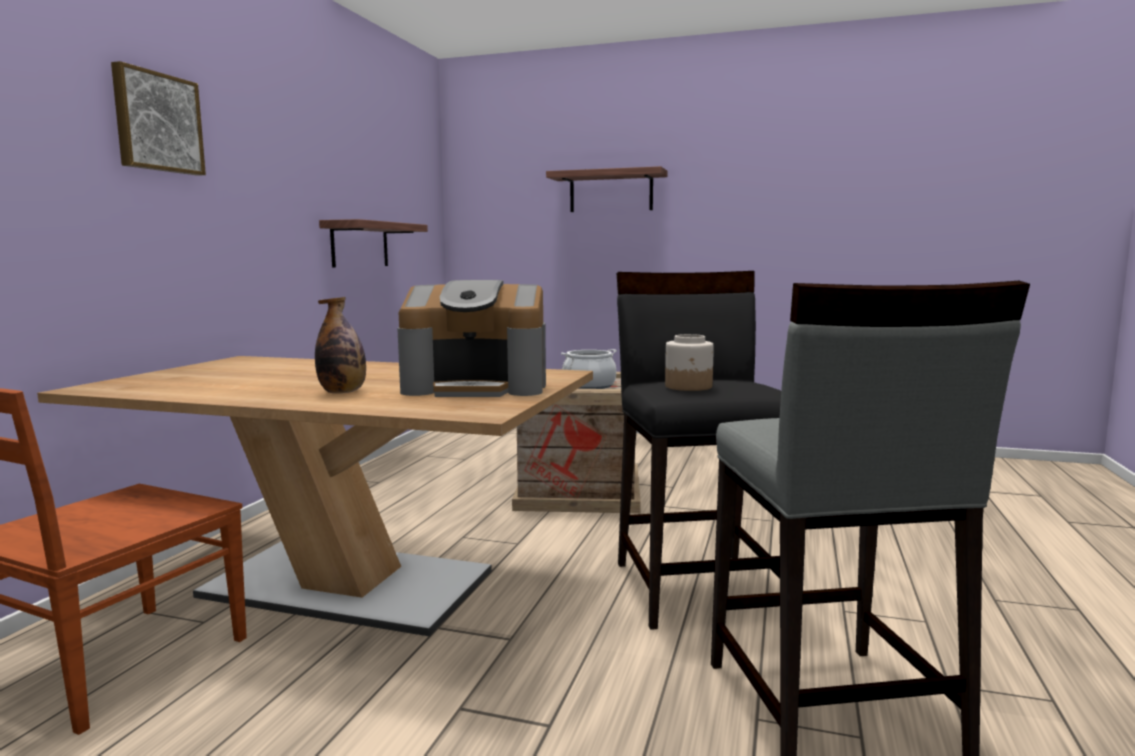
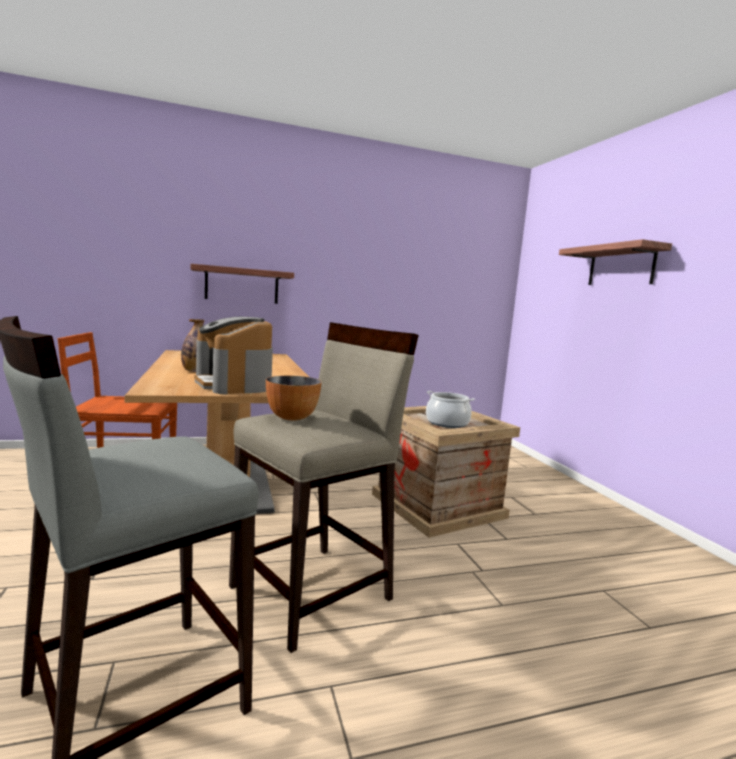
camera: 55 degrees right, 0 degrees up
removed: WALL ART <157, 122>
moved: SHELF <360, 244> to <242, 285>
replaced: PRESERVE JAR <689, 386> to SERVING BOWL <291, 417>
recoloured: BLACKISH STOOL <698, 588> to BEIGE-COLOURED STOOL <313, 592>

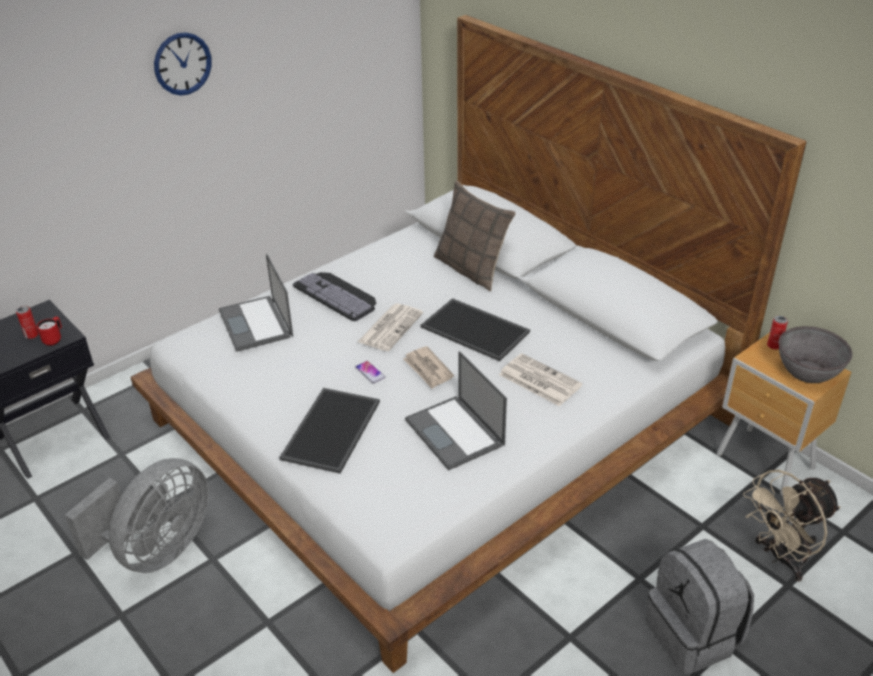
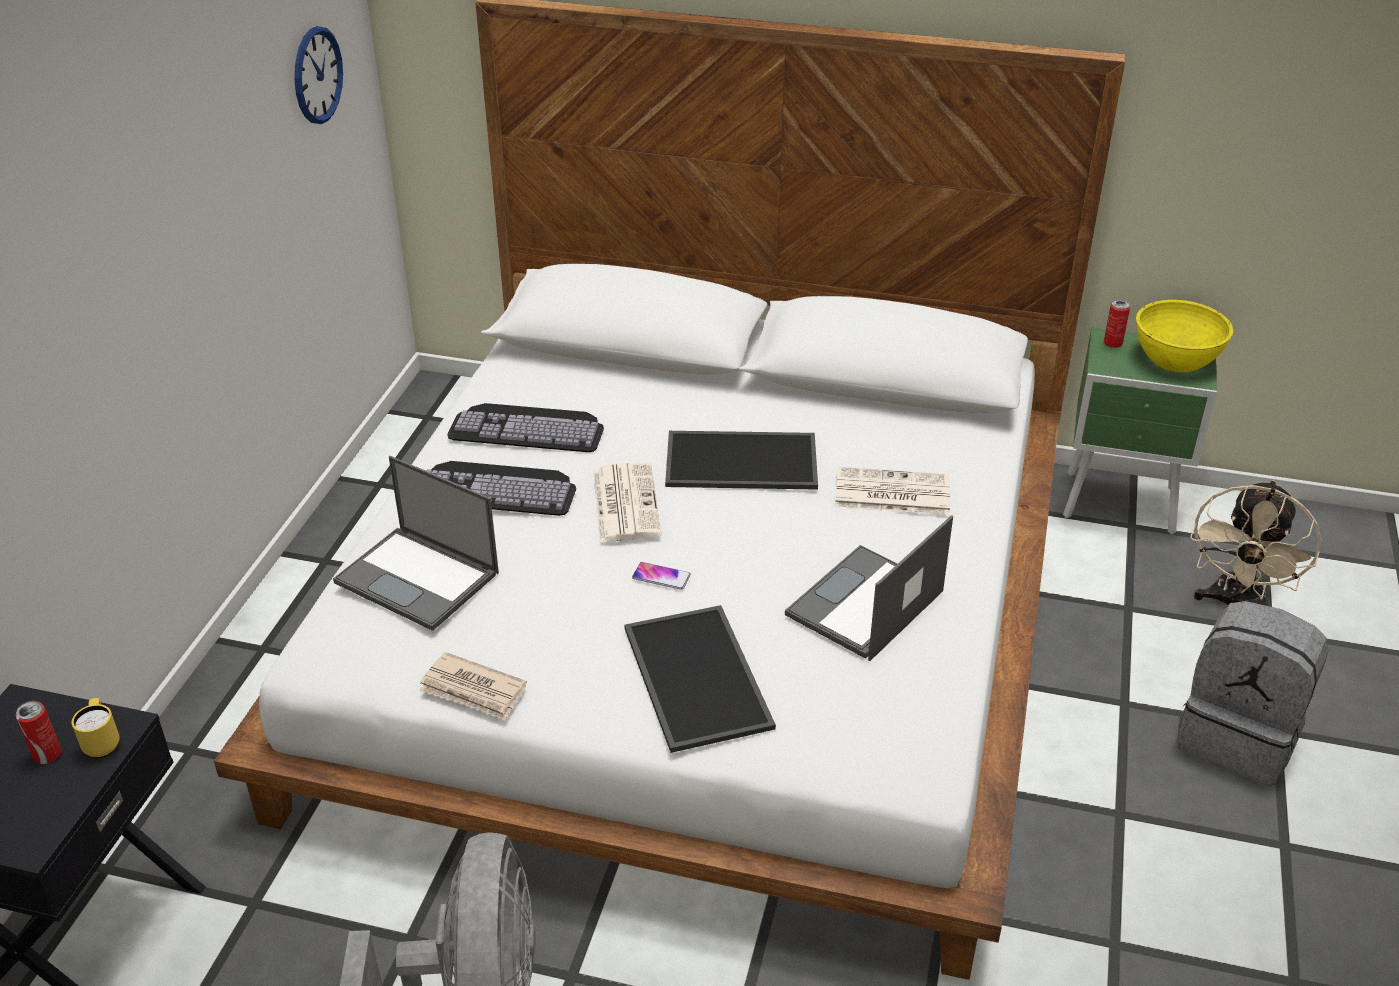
camera: 35 degrees left, 0 degrees up
removed: CUSHION <471, 269>
added: COMPUTER KEYBOARD <529, 427>
moved: WALL CLOCK <182, 63> to <317, 75>; DAILY PAPER <428, 369> to <473, 690>
recoloured: RED MUG <54, 339> to YELLOW MUG <102, 743>; BROWN BEDSIDE TABLE <766, 463> to GREENISH BEDSIDE TABLE <1122, 505>; GREYISH SERVING BOWL <808, 371> to YELLOW SERVING BOWL <1176, 359>
turned: NOTEBOOK COMPUTER <455, 433> = <864, 604> 105 degrees clockwise

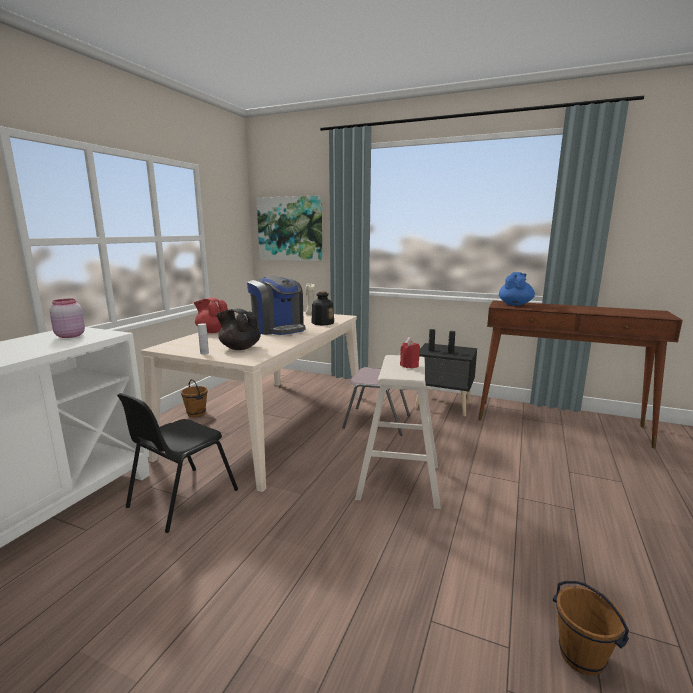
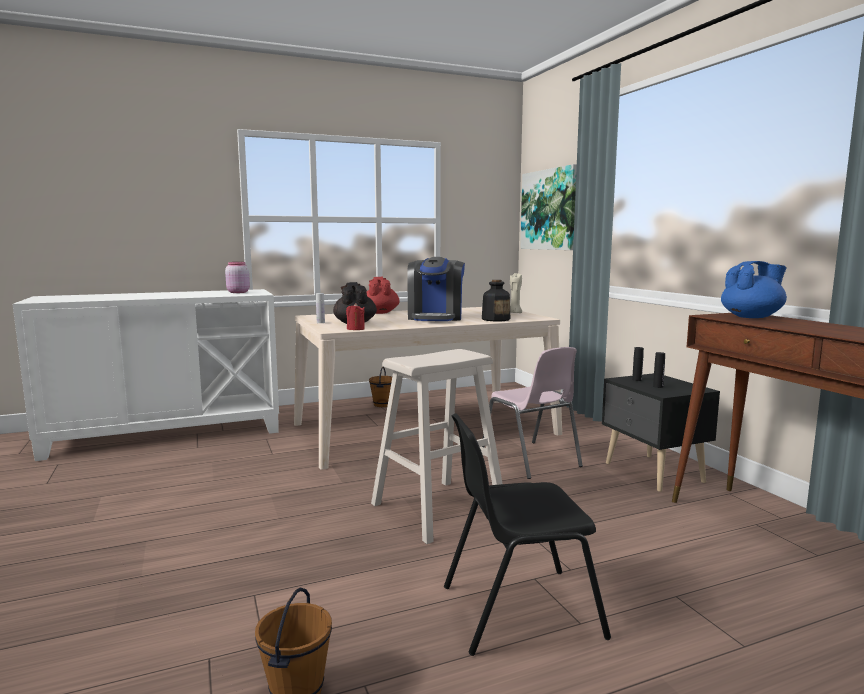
camera: 45 degrees right, 5 degrees down
moved: BLACKISH CHAIR <181, 498> to <518, 610>; RED CANDLE <409, 365> to <355, 329>

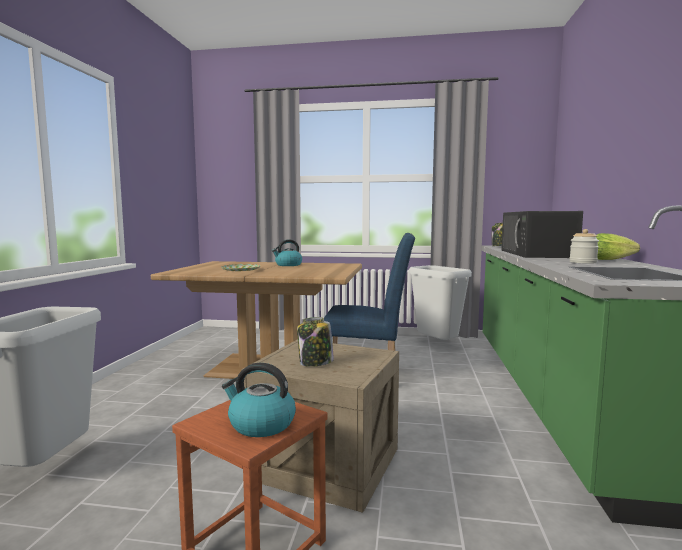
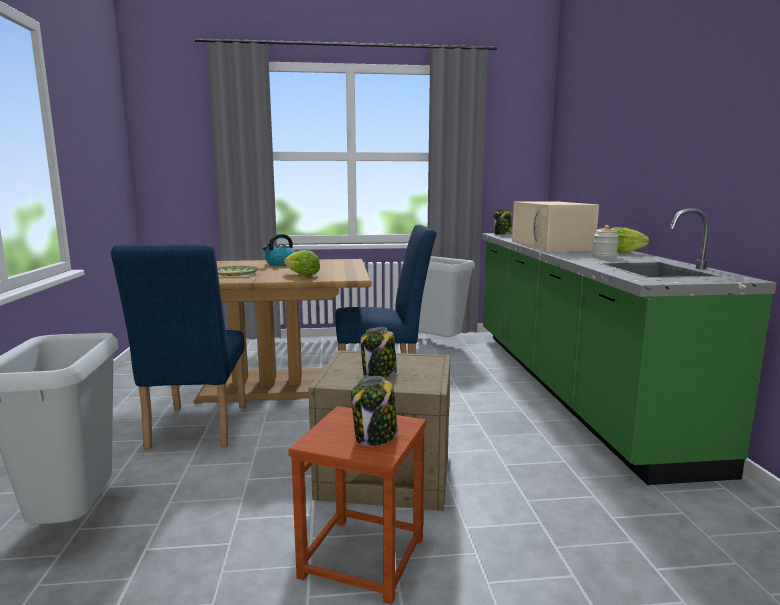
camera: 15 degrees left, 5 degrees up
added: BLUE CHAIR <195, 430>; LETTUCE HEAD <302, 275>
replaced: TEA KETTLE <261, 424> to PRESERVE JAR <375, 437>
recoloured: BLACKISH MICROWAVE <537, 254> to BEIGE-COLOURED MICROWAVE <551, 245>

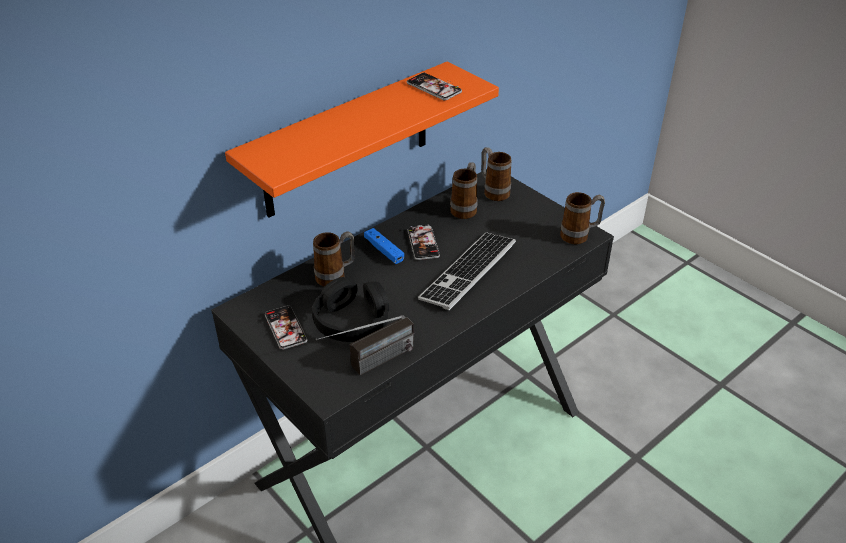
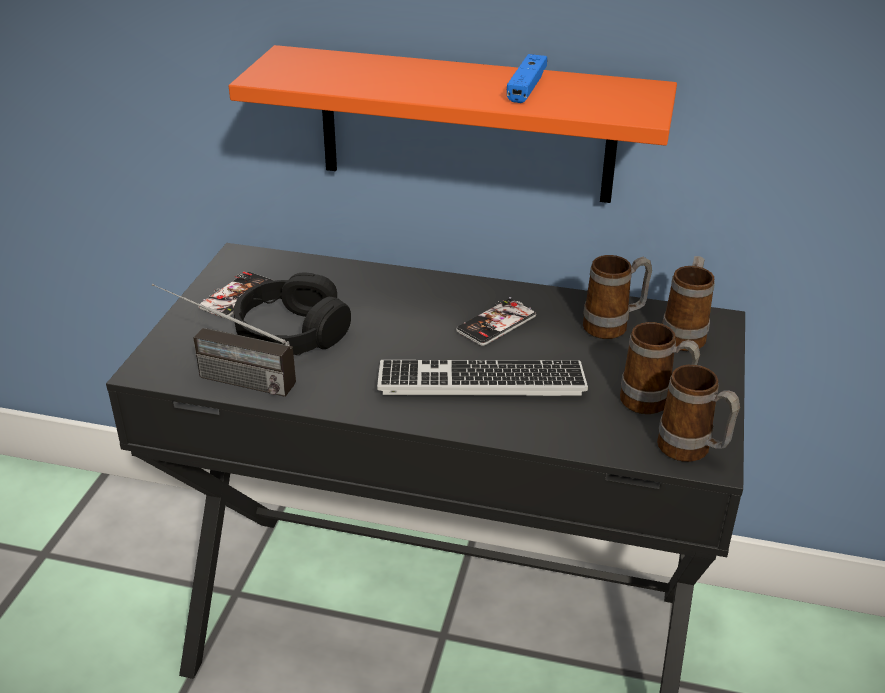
camera: 55 degrees right, 5 degrees down
removed: HANDSET <434, 87>
moved: MUG <336, 276> to <654, 404>; BLUE GAME CONTROLLER <384, 250> to <526, 87>

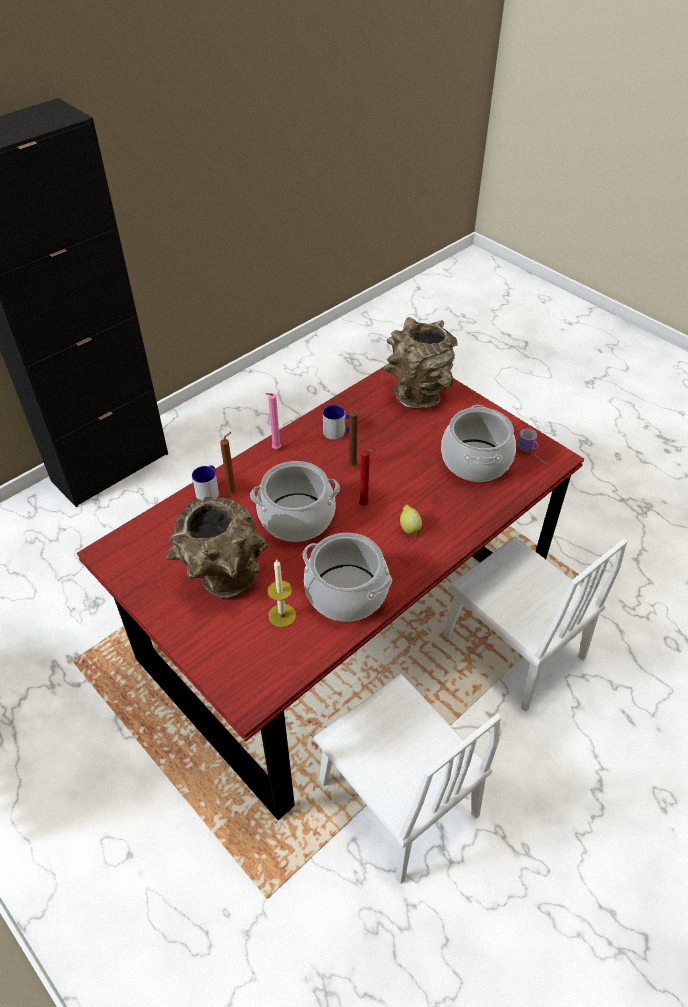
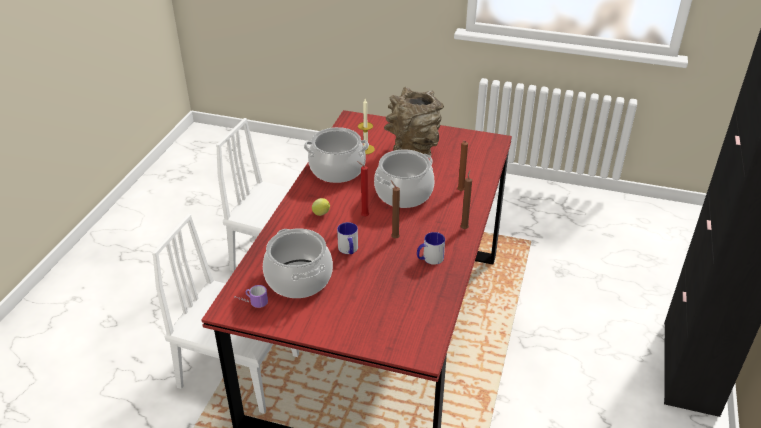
camera: 150 degrees right, 10 degrees down
removed: BROWN DECORATIVE VASE <417, 393>
moved: MUG <209, 490> to <349, 250>
recoloured: PINK CANDLE <275, 449> to BROWN CANDLE <464, 228>

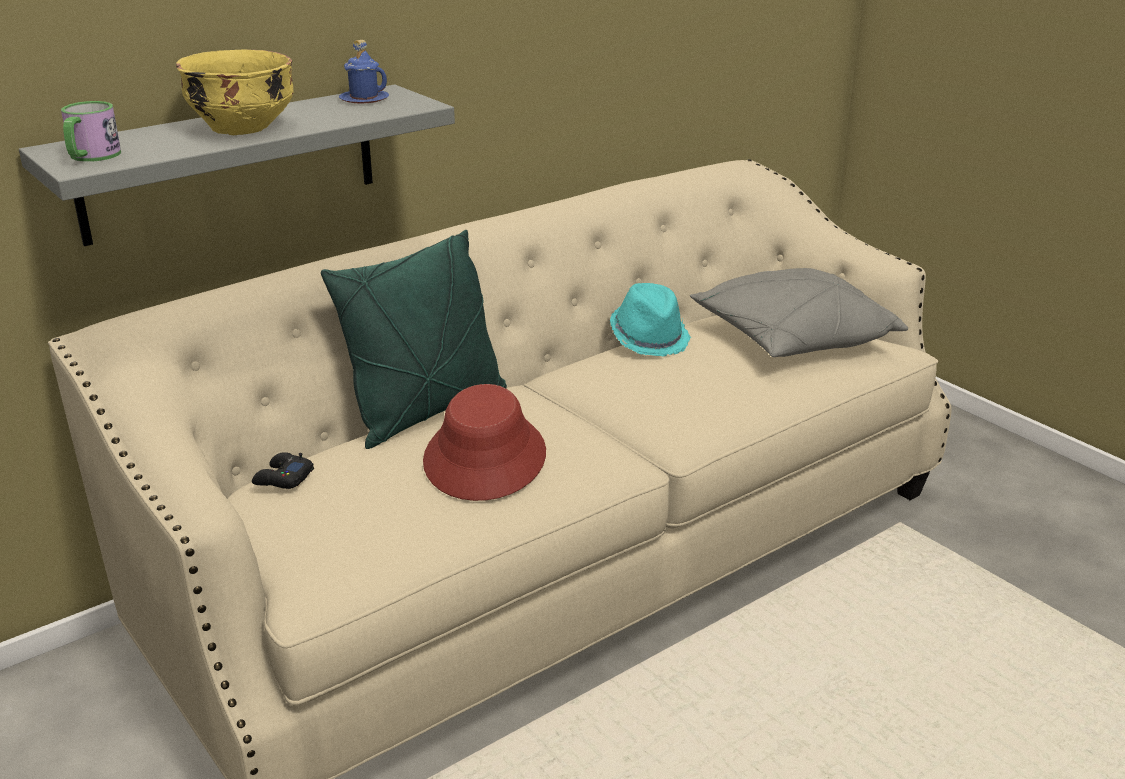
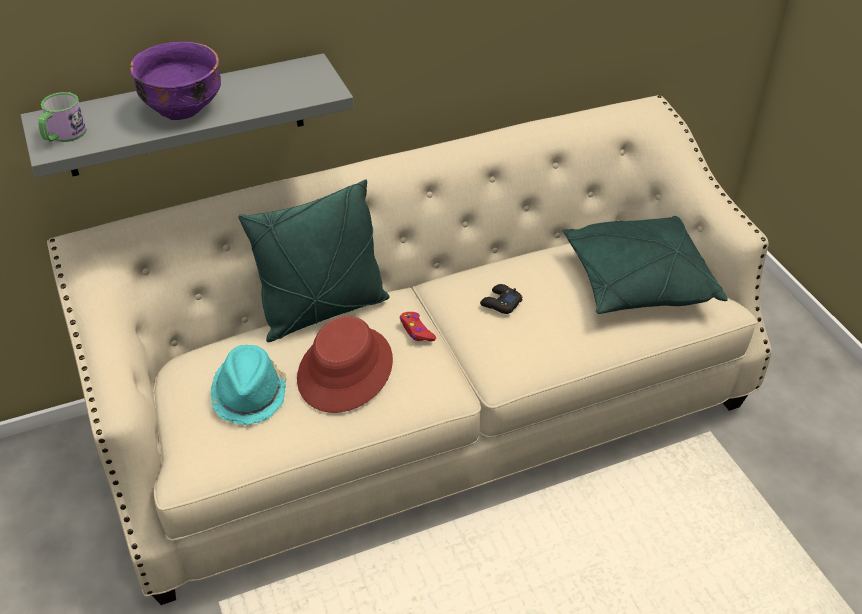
camera: 15 degrees right, 15 degrees up
removed: BLUE MUG <364, 99>
added: RED GAME CONTROLLER <416, 331>
moved: BLACKISH GAME CONTROLLER <283, 478> to <500, 303>; BLUE-GREEN CLOTHING HAT <649, 338> to <250, 394>
recoloured: YELLOW SERVING BOWL <242, 128> to PURPLE SERVING BOWL <182, 108>; GREYISH CUSHION <792, 339> to GREENISH CUSHION <637, 282>

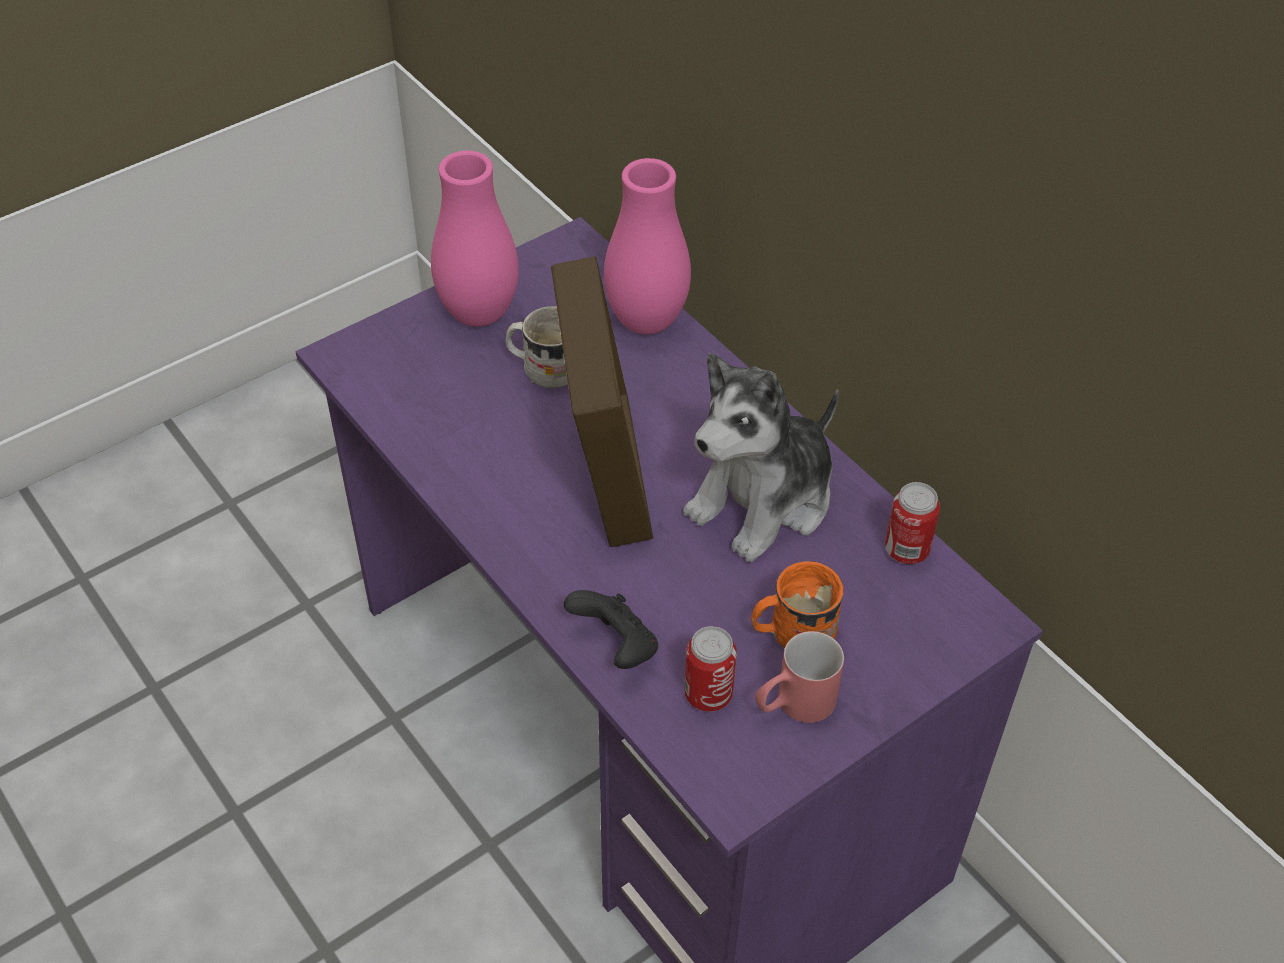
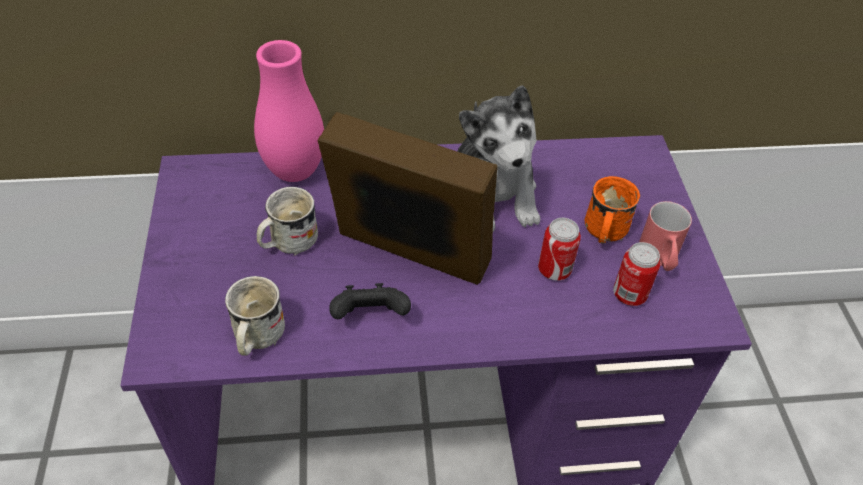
camera: 60 degrees left, 0 degrees up
removed: PINK DECORATIVE VASE <479, 314>
added: WHITE-COLOURED MUG <256, 337>
moved: BLACKISH GAME CONTROLLER <616, 647> to <370, 316>; SEALED CAN <906, 550> to <554, 270>

